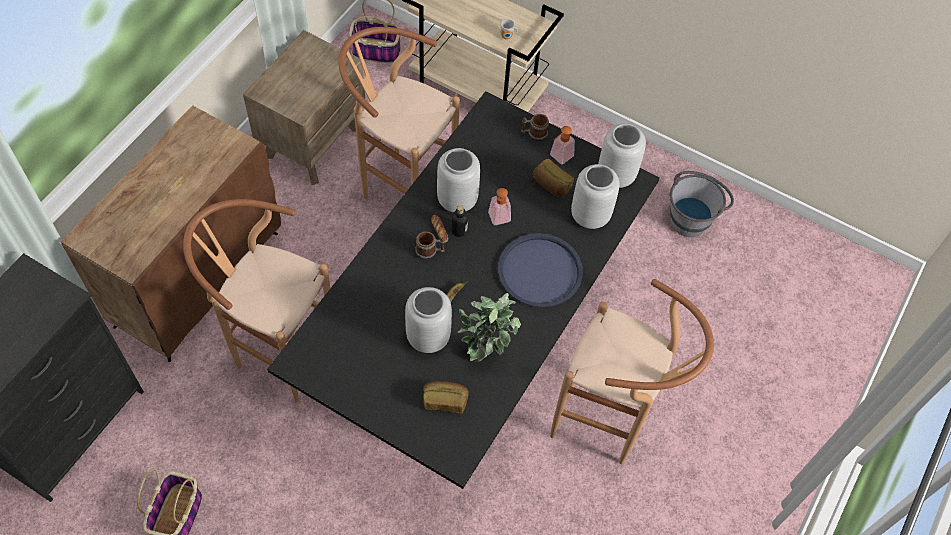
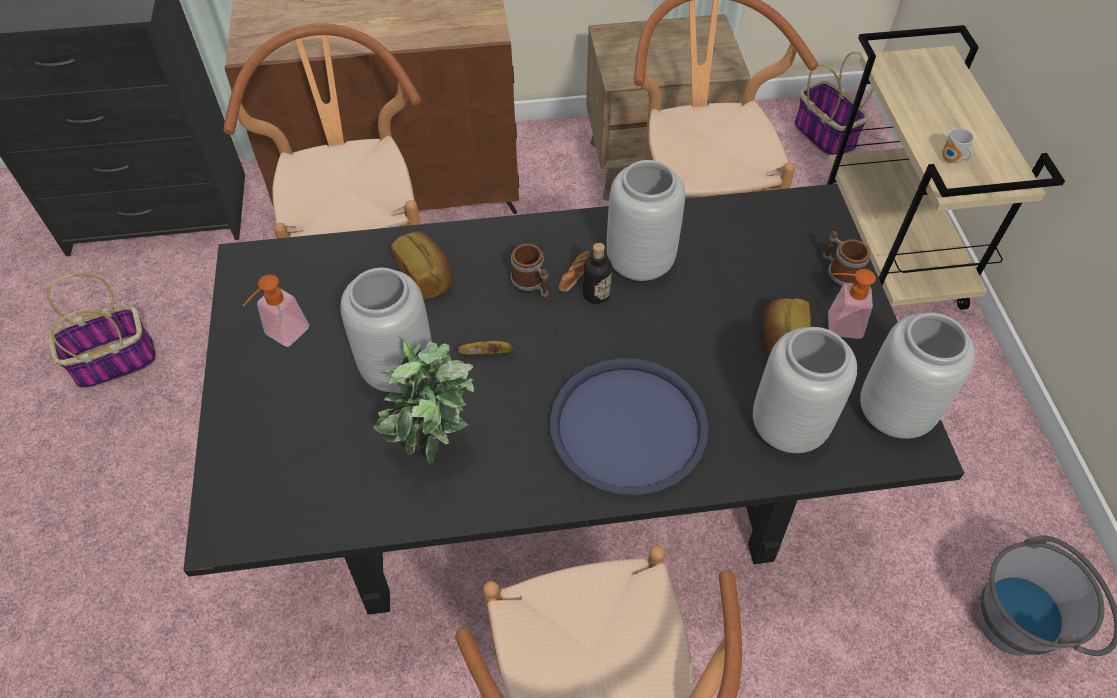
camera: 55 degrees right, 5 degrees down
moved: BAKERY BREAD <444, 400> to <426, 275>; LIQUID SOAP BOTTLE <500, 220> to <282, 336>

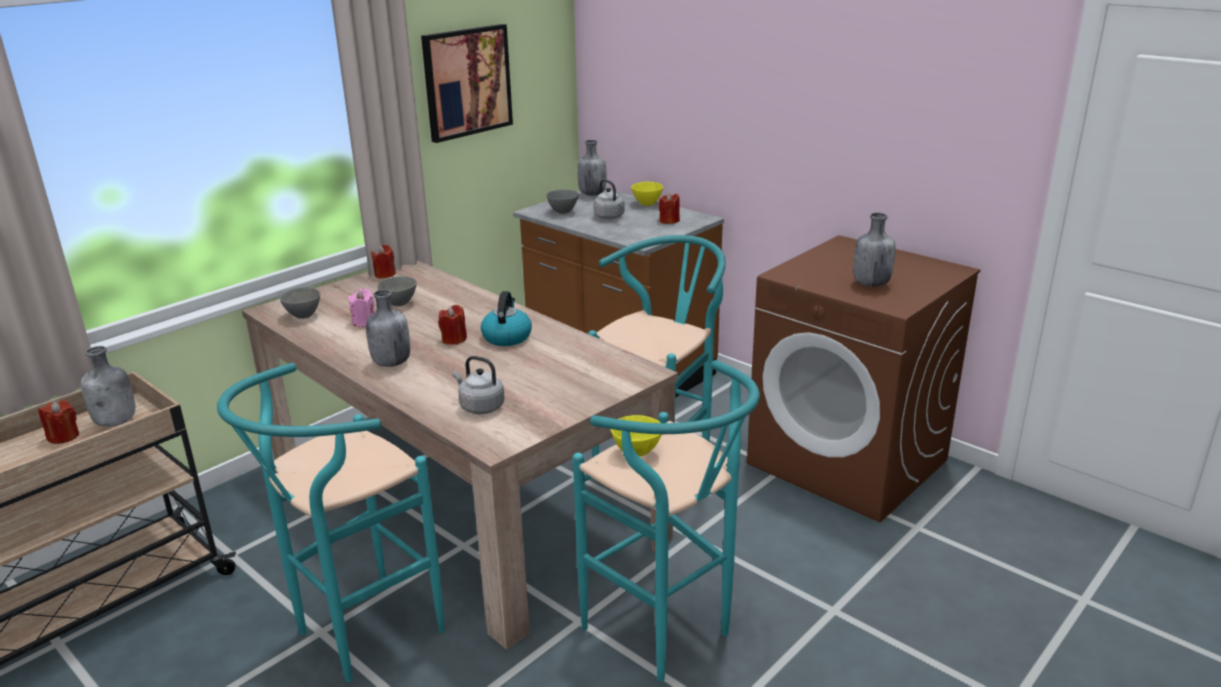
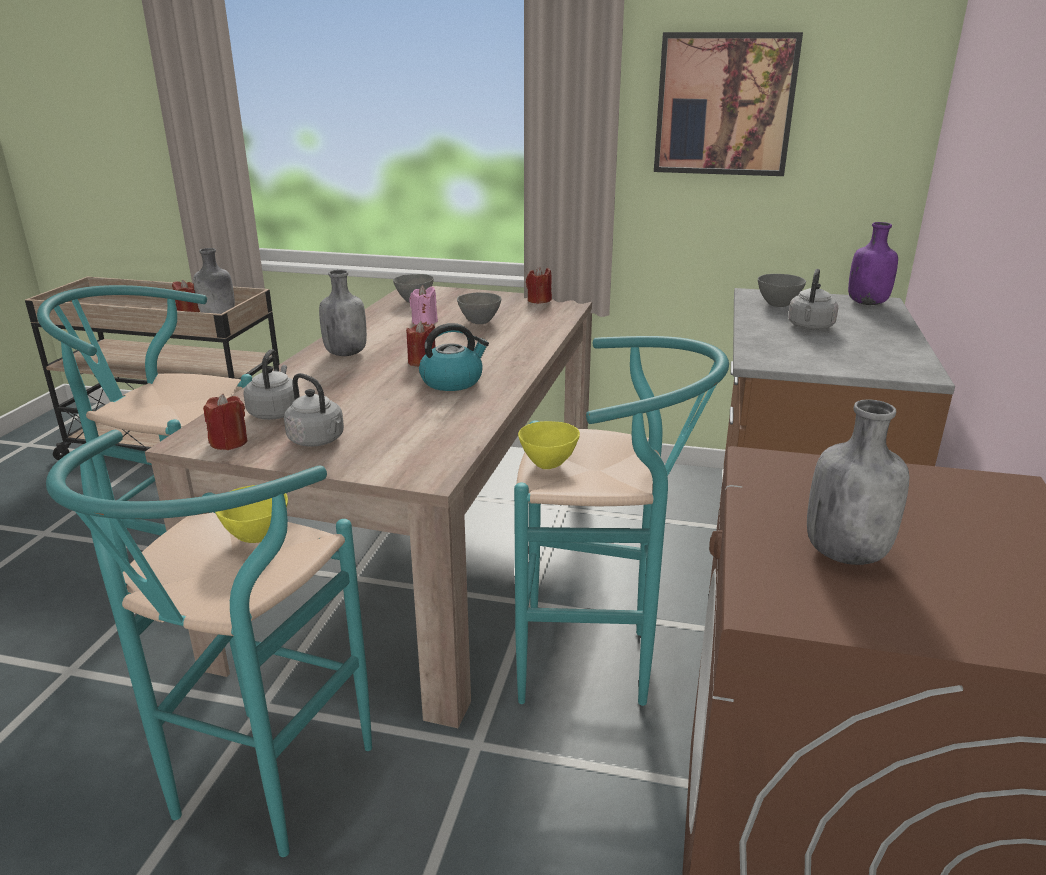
camera: 60 degrees right, 0 degrees up
added: GREYISH TEA KETTLE <318, 440>
moved: YELLOW SERVING BOWL <646, 204> to <548, 463>; RED CANDLE <669, 221> to <229, 442>
recoloured: GREYISH BOTTLE <592, 194> to PURPLE BOTTLE <867, 303>

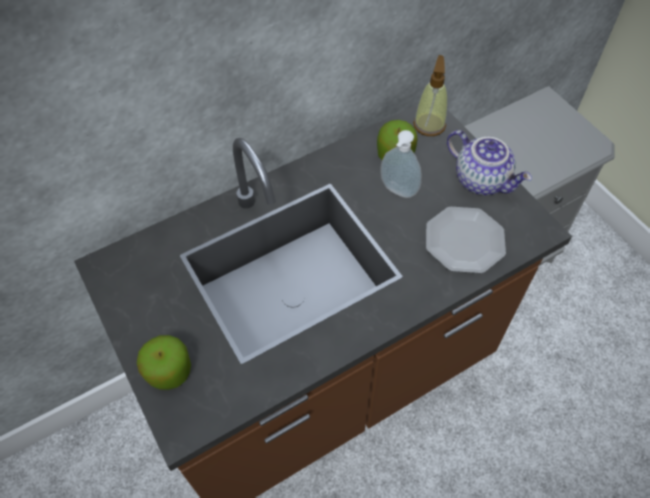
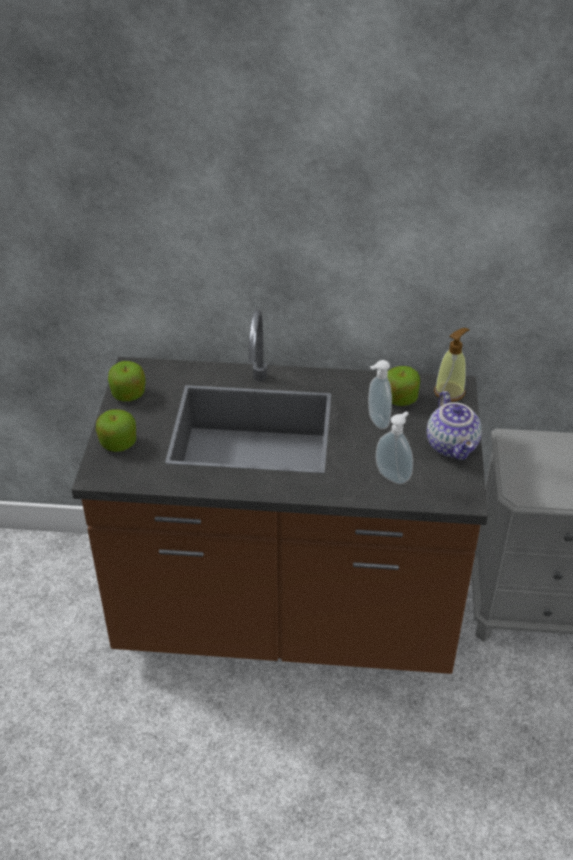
camera: 35 degrees right, 15 degrees down
added: APPLE <128, 394>
replaced: FLAT DISH <463, 242> to LIQUID SOAP BOTTLE <393, 476>

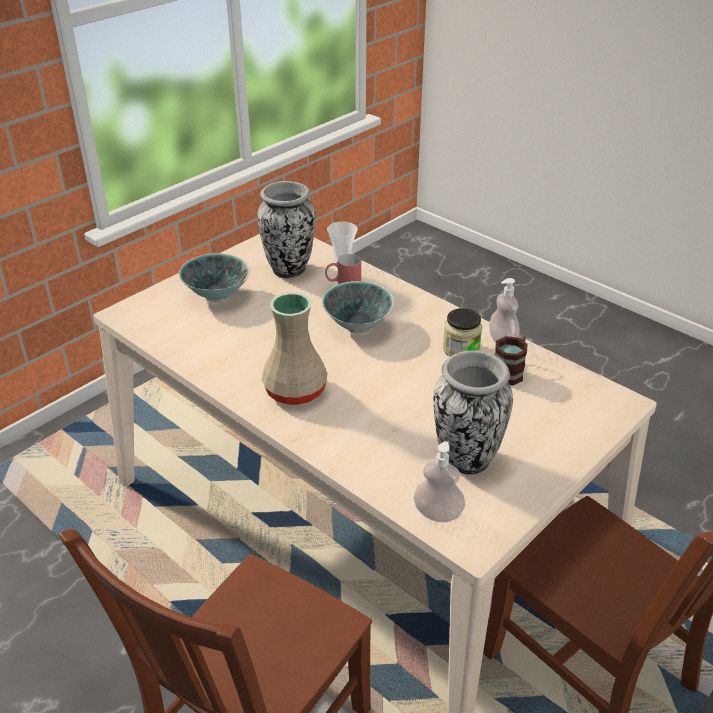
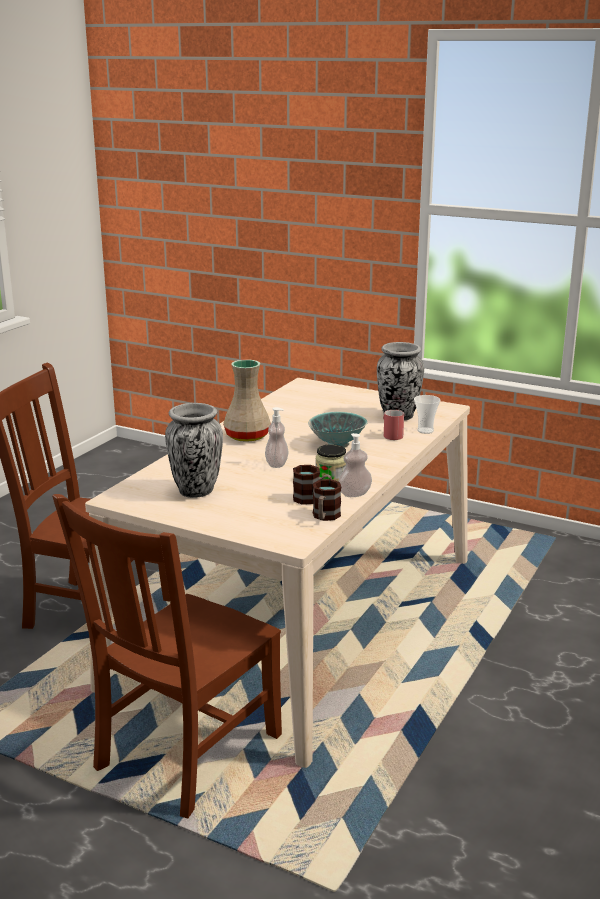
camera: 75 degrees right, 15 degrees down
removed: SERVING BOWL <216, 296>
added: MUG <325, 517>
moved: LIQUID SOAP BOTTLE <438, 513> to <276, 464>

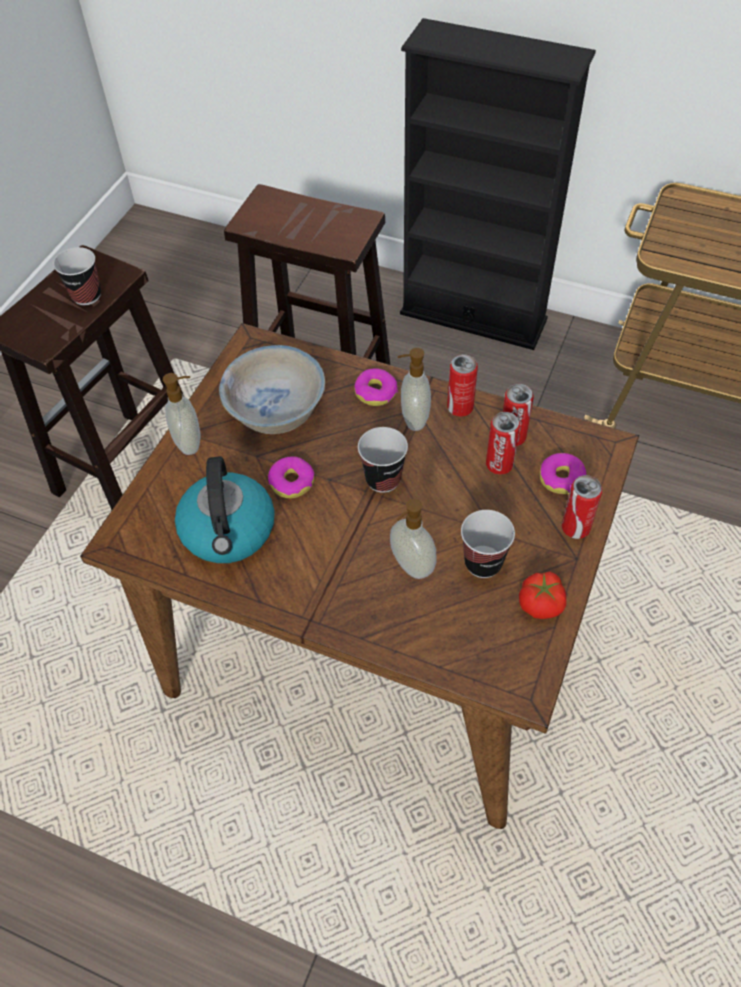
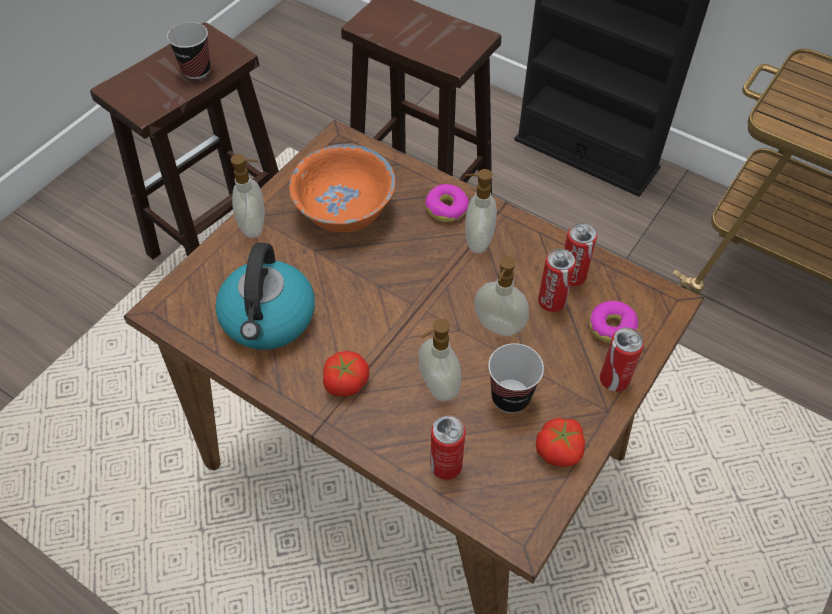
camera: 10 degrees right, 0 degrees up
removed: DONUT <292, 482>; SMALL CUP <383, 479>
added: TOMATO <345, 381>; LIQUID SOAP BOTTLE <498, 327>
moved: SEALED CAN <460, 407> to <446, 466>
recoloured: WHITE-COLOURED SERVING BOWL <276, 410> to ORANGE-COLOURED SERVING BOWL <344, 209>

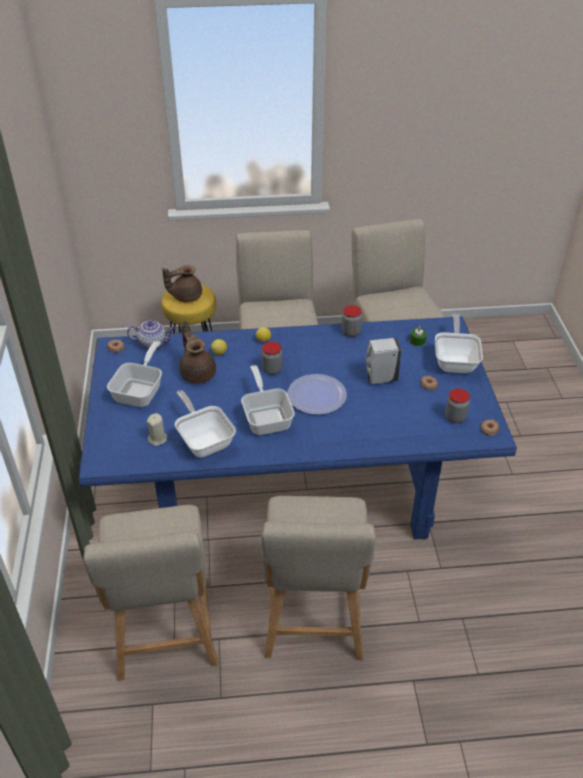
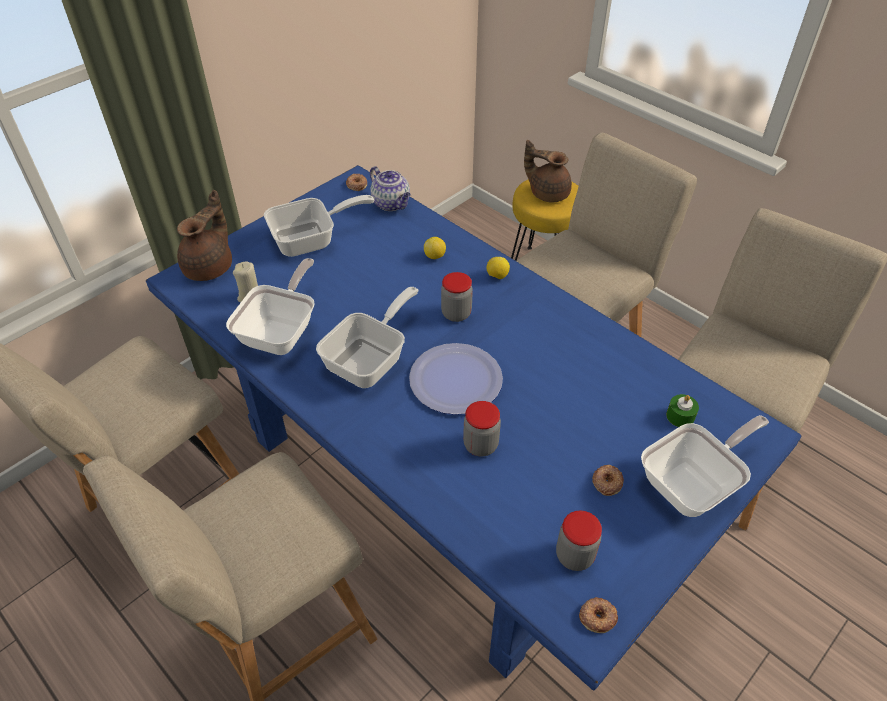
camera: 50 degrees right, 5 degrees up
removed: WHITE-COLOURED LIQUID SOAP BOTTLE <379, 378>
moved: BROWN TEA POT <198, 373> to <210, 267>; PRESERVE JAR <351, 332> to <480, 445>

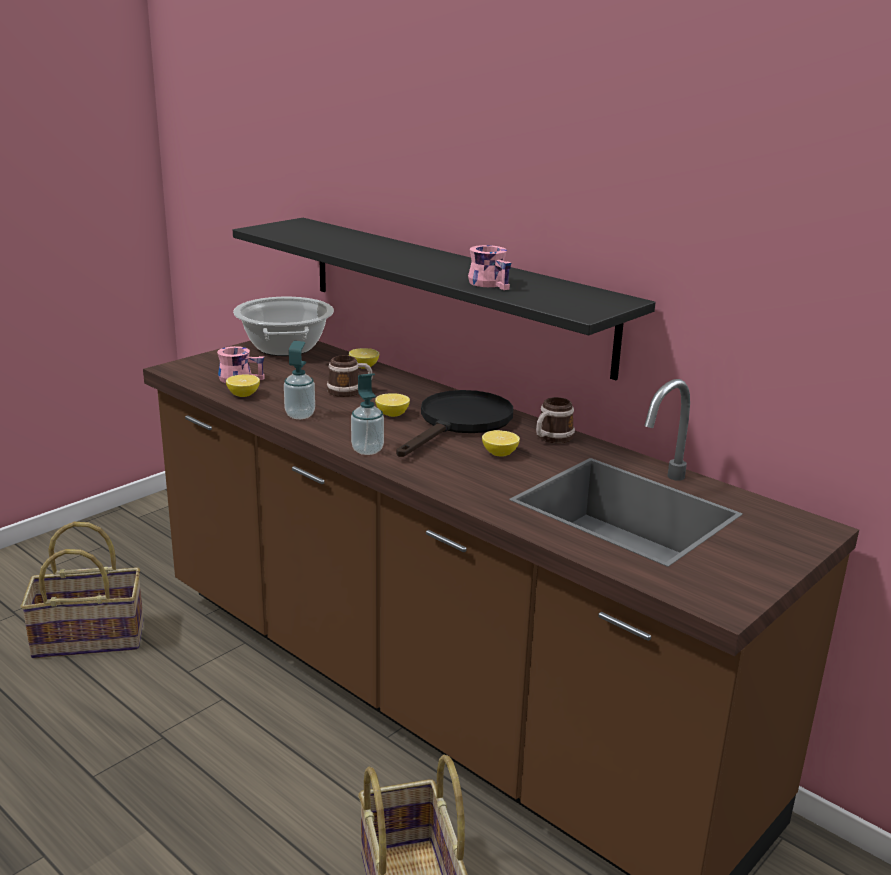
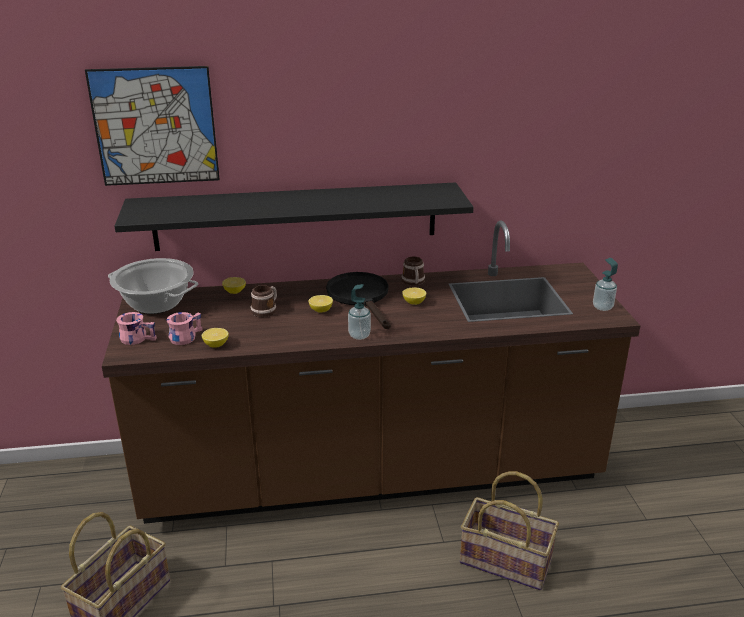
camera: 50 degrees left, 5 degrees up
added: WALL ART <155, 126>
moved: LIQUID SOAP BOTTLE <300, 415> to <602, 307>; PINK MUG <492, 284> to <138, 338>

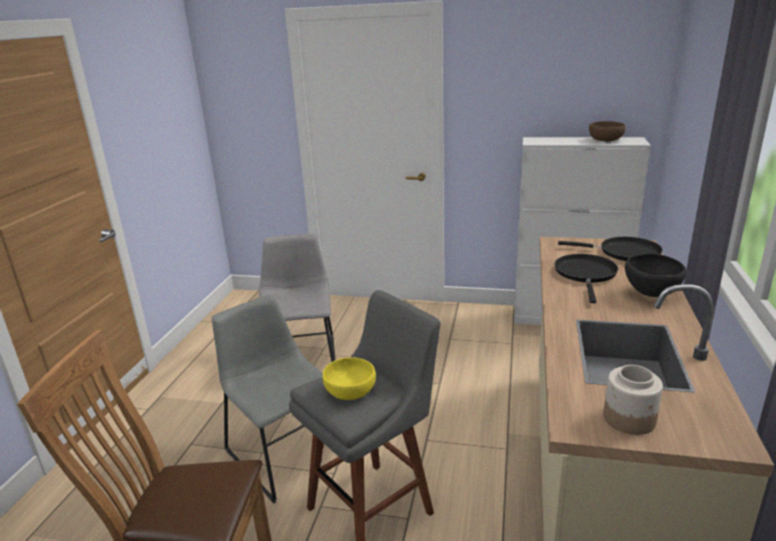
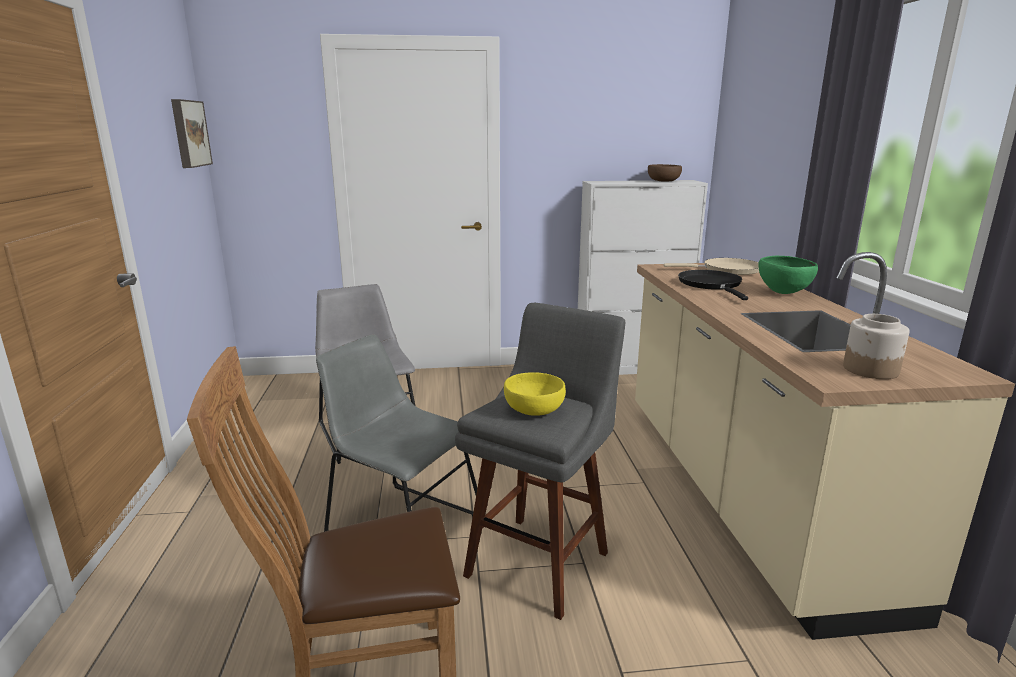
camera: 20 degrees left, 5 degrees down
added: WALL ART <189, 133>
recoloured: BLACKISH PAN <625, 253> to BEIGE-COLOURED PAN <727, 270>; BLACKISH SERVING BOWL <650, 295> to GREENISH SERVING BOWL <783, 293>

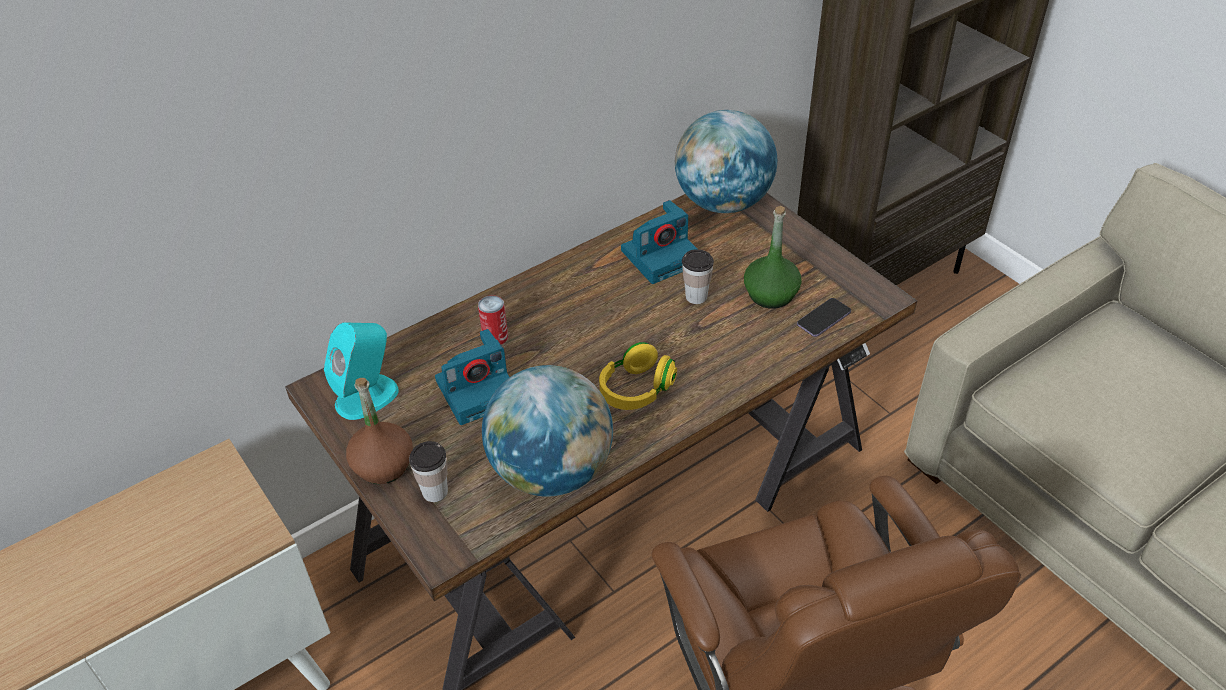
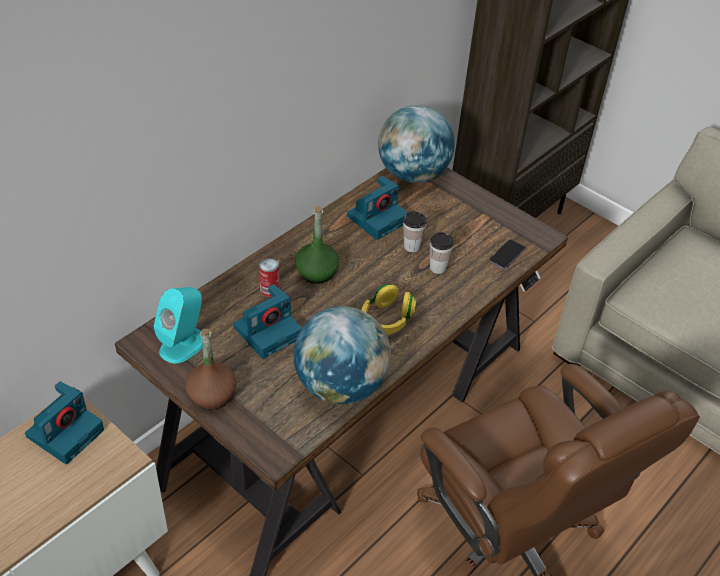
camera: 15 degrees left, 0 degrees up
added: PHOTO CAMERA <66, 432>
moved: SMALL CUP <435, 491> to <438, 268>; GREENISH BOTTLE <770, 295> to <317, 272>

